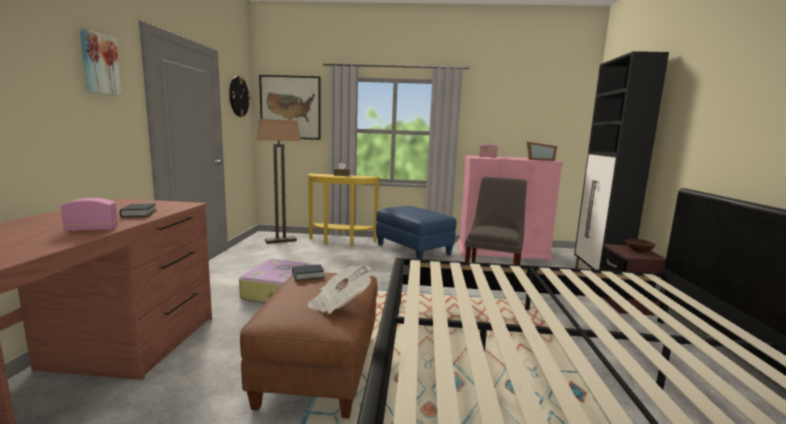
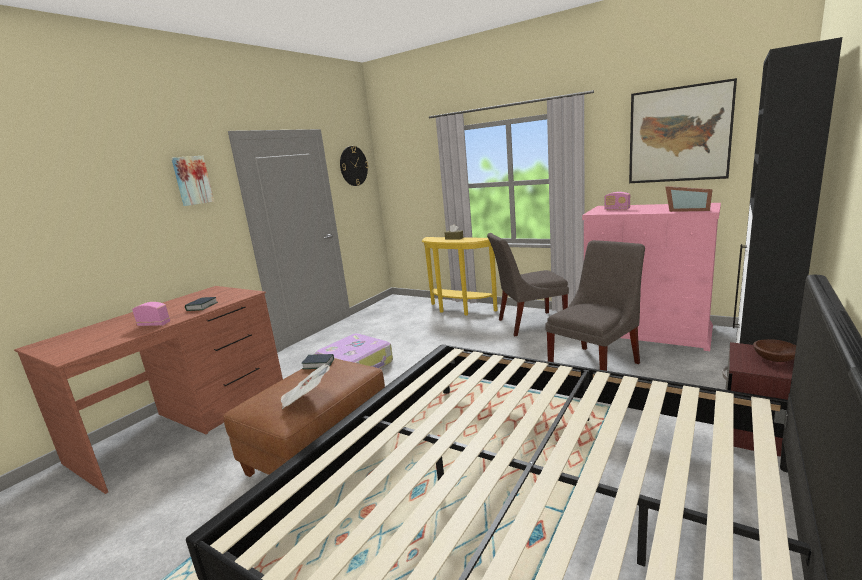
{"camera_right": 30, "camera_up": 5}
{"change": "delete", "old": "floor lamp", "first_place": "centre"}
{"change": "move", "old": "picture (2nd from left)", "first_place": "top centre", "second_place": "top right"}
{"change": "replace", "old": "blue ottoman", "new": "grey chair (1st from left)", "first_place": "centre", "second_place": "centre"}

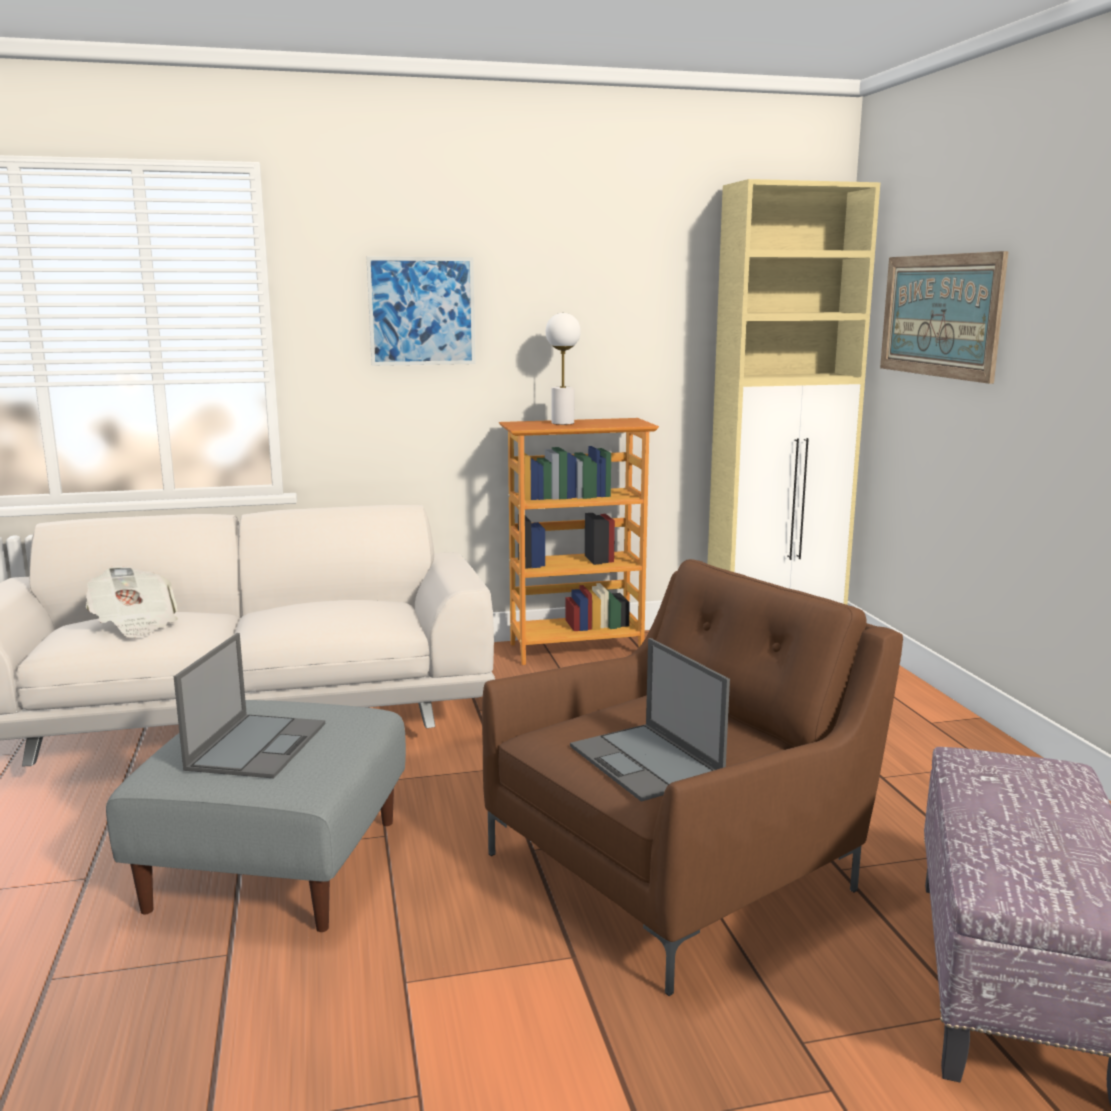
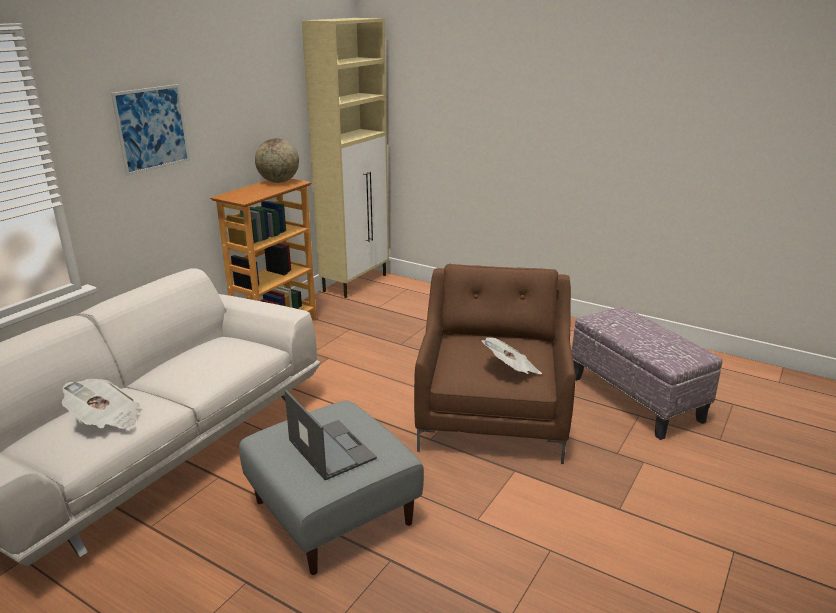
{"camera_right": -45, "camera_up": 10}
{"change": "delete", "old": "white table lamp", "first_place": "top centre"}
{"change": "replace", "old": "laptop (2nd from left)", "new": "newspaper (2nd from left)", "first_place": "centre", "second_place": "centre"}
{"change": "delete", "old": "picture (2nd from left)", "first_place": "top right"}
{"change": "insert", "new": "globe", "second_place": "top left"}

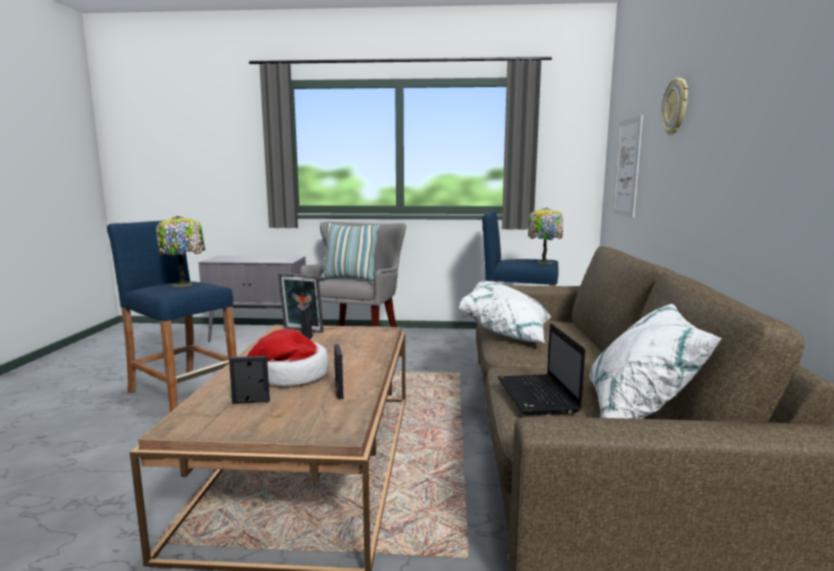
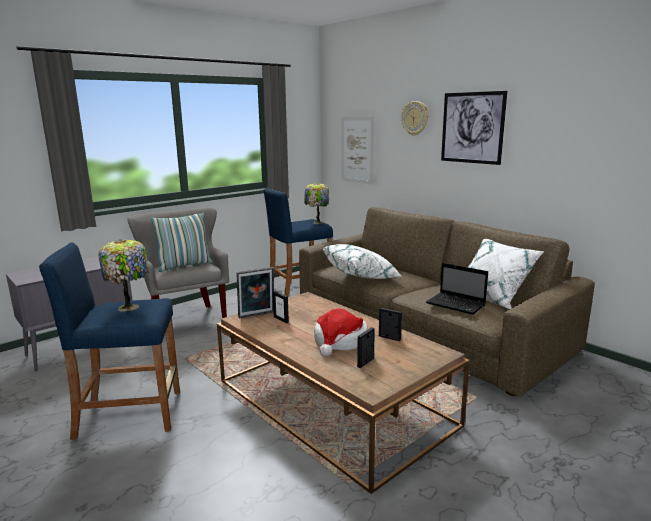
{"camera_right": -45, "camera_up": 5}
{"change": "insert", "new": "picture (2nd from left)", "second_place": "top right"}

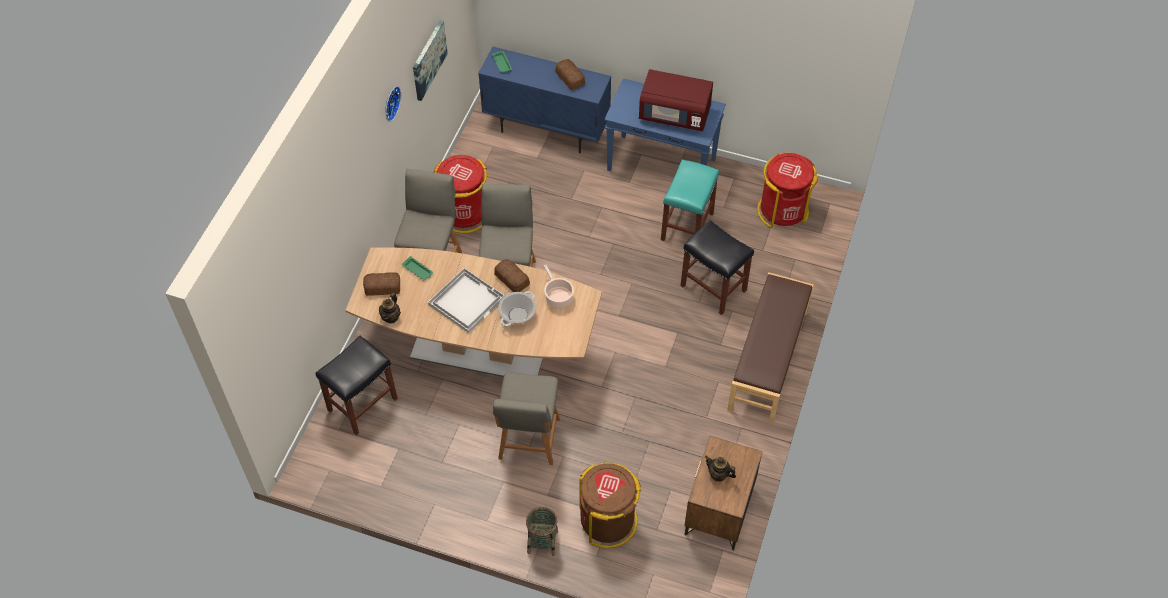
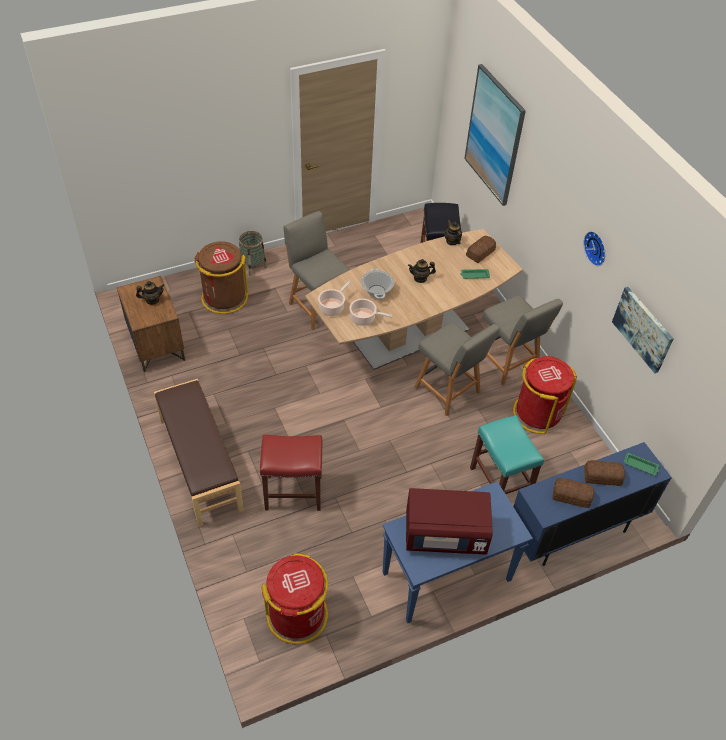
{"camera_right": 135, "camera_up": -5}
{"change": "replace", "old": "white tray", "new": "teapot (2nd from left)", "first_place": "centre", "second_place": "centre"}
{"change": "move", "old": "bread (2nd from left in the first image)", "new": "bread (3rd from left)", "first_place": "centre", "second_place": "middle right"}
{"change": "rotate", "old": "red microwave", "first_place": "top centre", "second_place": "bottom centre", "degrees": -150}
{"change": "move", "old": "turquoise stool", "first_place": "centre", "second_place": "middle right"}
{"change": "recolor", "old": "black stool (2nd from left)", "new": "red stool", "first_place": "centre", "second_place": "centre"}
{"change": "insert", "new": "cooking pot (1st from left)", "second_place": "centre"}
{"change": "insert", "new": "picture (1st from left)", "second_place": "top right"}

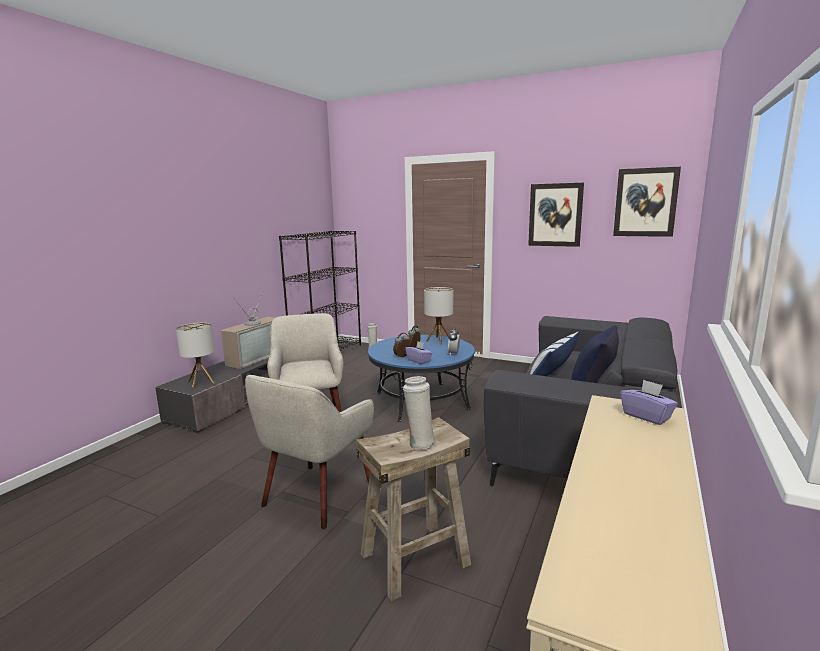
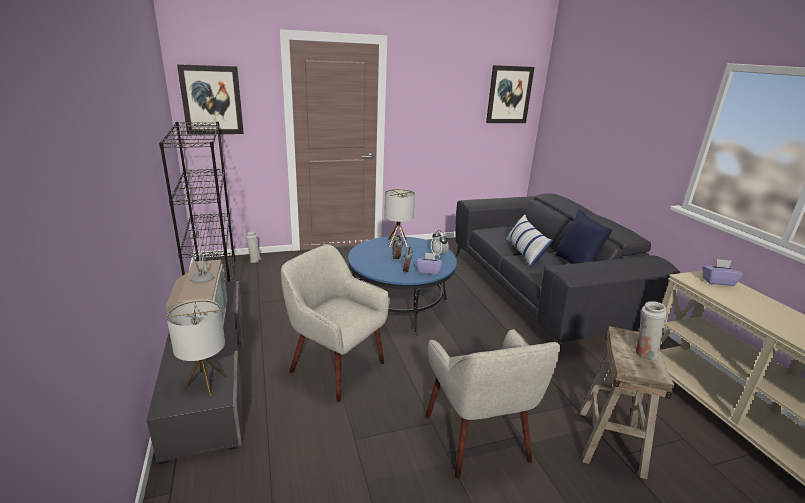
{"camera_right": -45, "camera_up": 10}
{"change": "move", "old": "picture (1st from left)", "first_place": "top right", "second_place": "top left"}

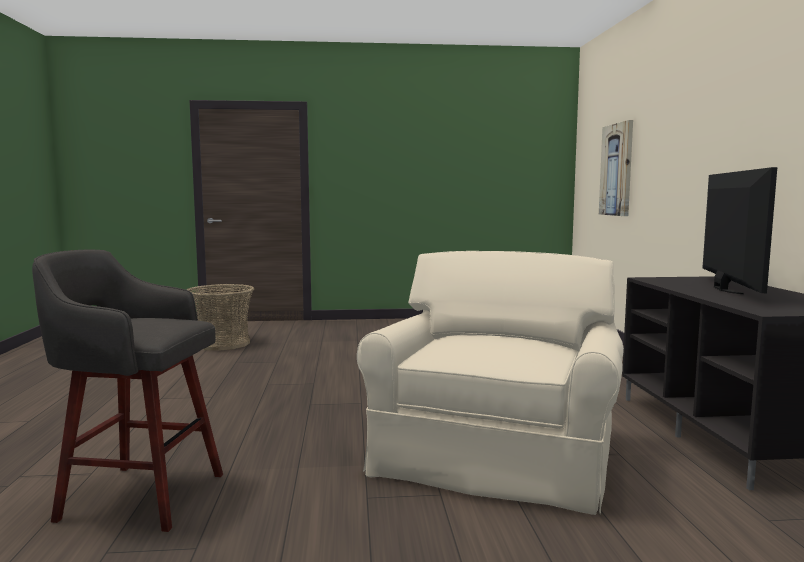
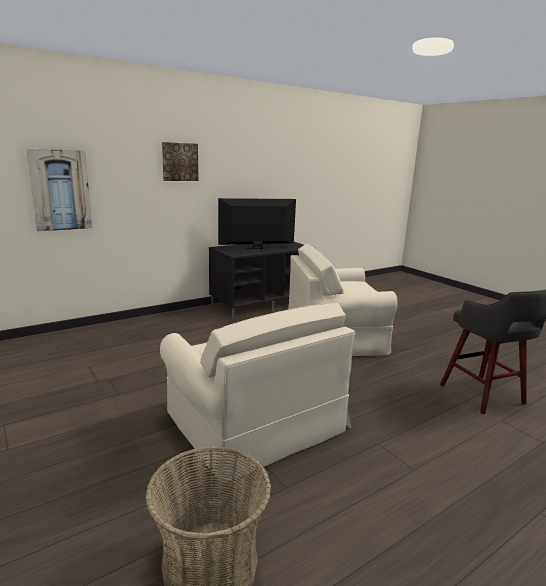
{"camera_right": -120, "camera_up": 10}
{"change": "insert", "new": "beige armchair (1st from left)", "second_place": "bottom centre"}
{"change": "insert", "new": "picture (2nd from left)", "second_place": "top left"}

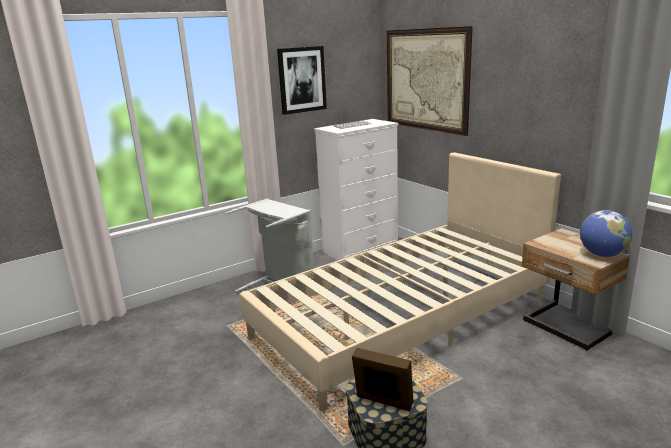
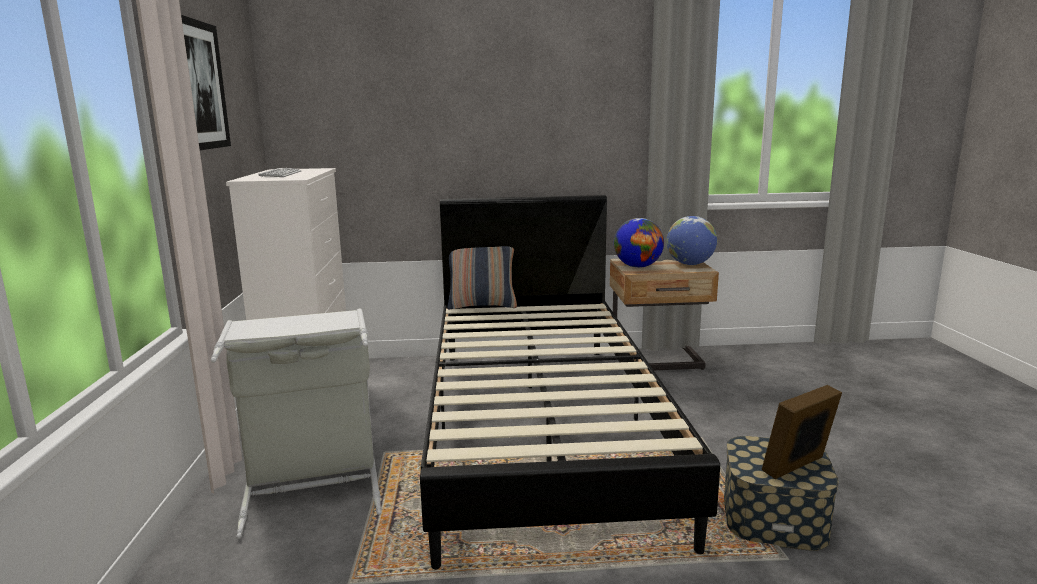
{"camera_right": -60, "camera_up": -5}
{"change": "recolor", "old": "beige bed", "new": "black bed", "first_place": "centre", "second_place": "centre"}
{"change": "delete", "old": "picture (2nd from left)", "first_place": "top centre"}
{"change": "insert", "new": "pillow", "second_place": "centre"}
{"change": "insert", "new": "globe (1st from left)", "second_place": "centre"}

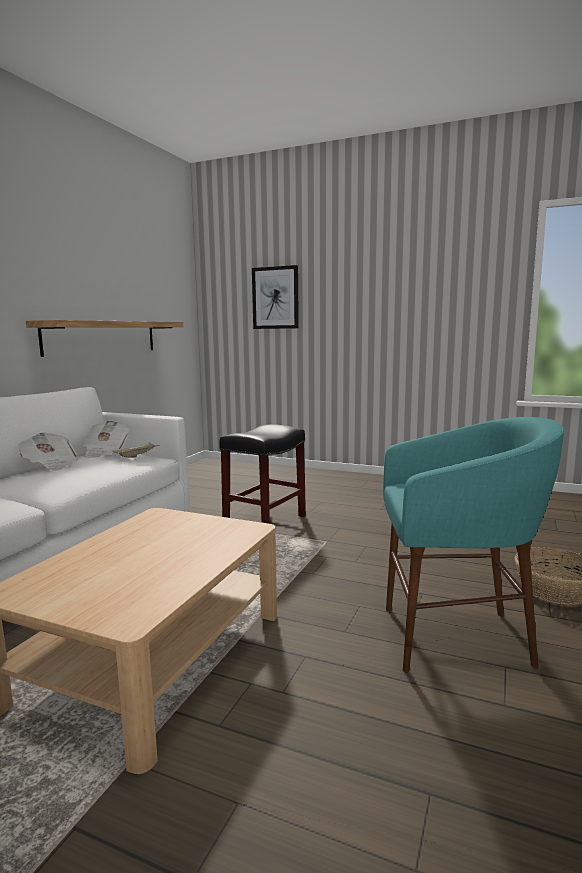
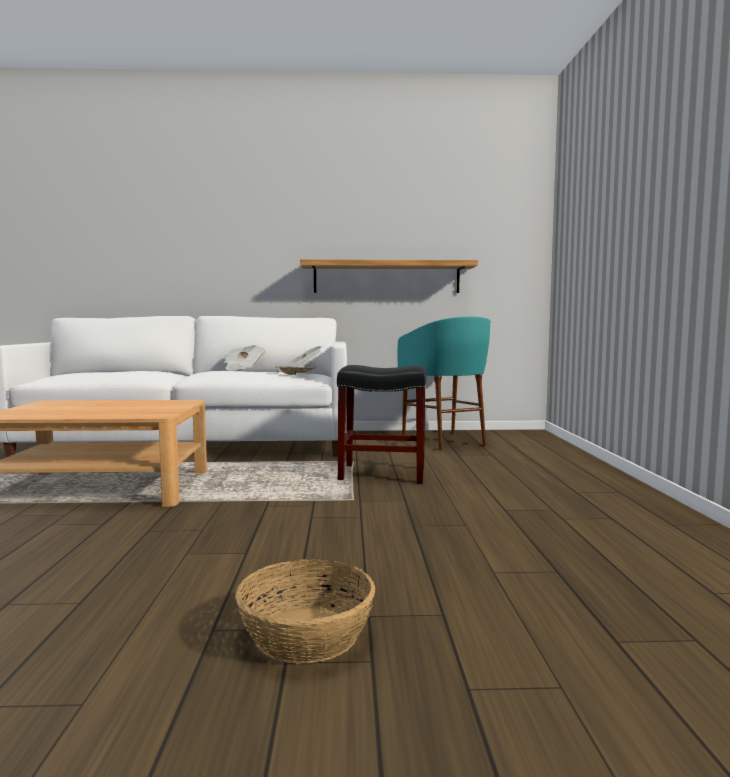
{"camera_right": 65, "camera_up": -5}
{"change": "delete", "old": "picture", "first_place": "centre"}
{"change": "move", "old": "turquoise stool", "first_place": "middle right", "second_place": "centre"}

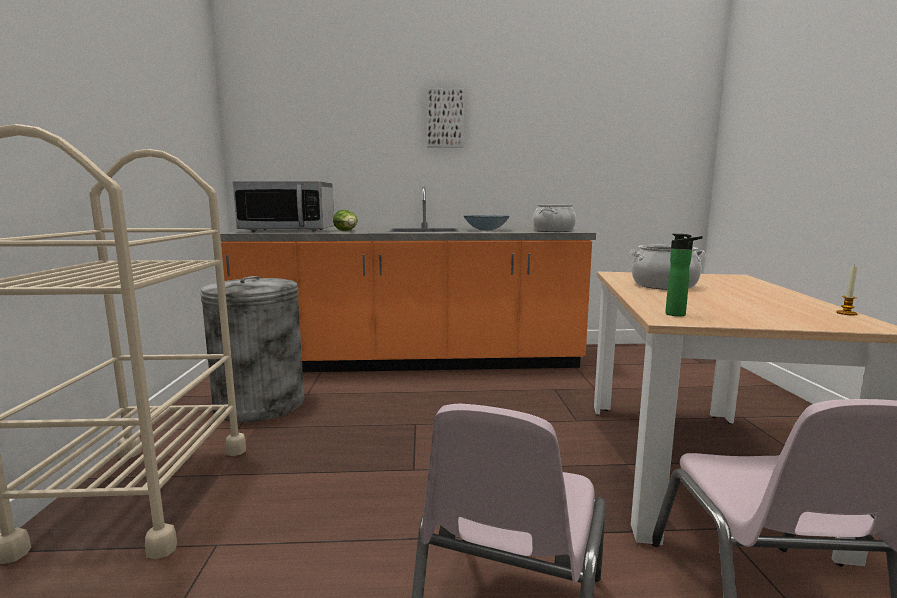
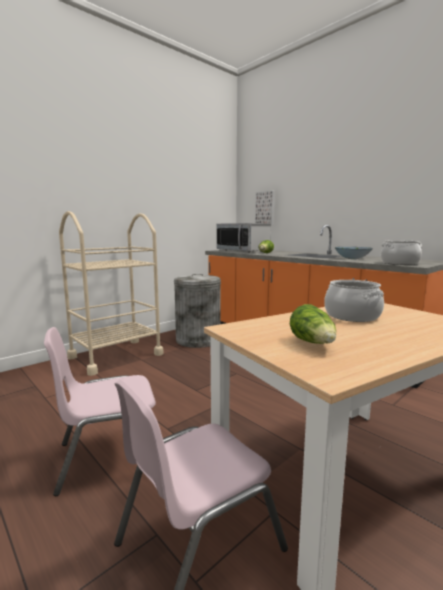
{"camera_right": 50, "camera_up": 0}
{"change": "move", "old": "picture", "first_place": "top centre", "second_place": "centre"}
{"change": "delete", "old": "bottle", "first_place": "middle right"}
{"change": "delete", "old": "candle", "first_place": "middle right"}
{"change": "insert", "new": "lettuce (2nd from left)", "second_place": "middle right"}

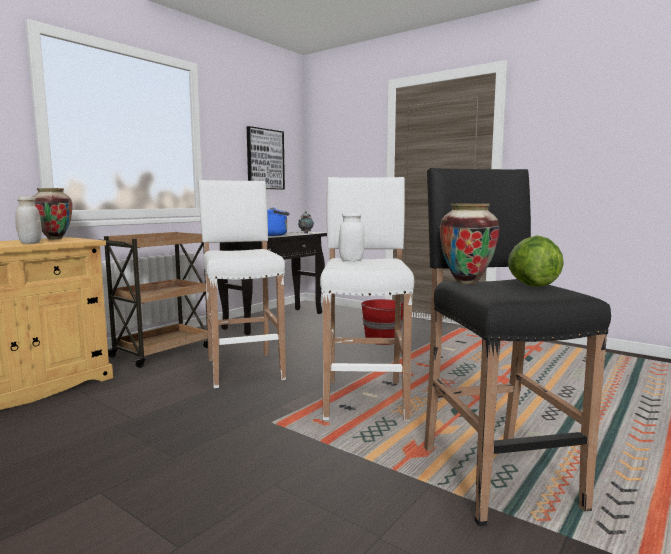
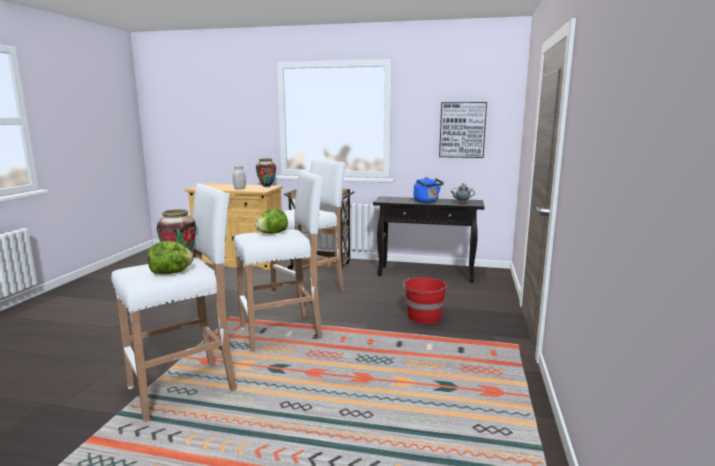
{"camera_right": 65, "camera_up": 5}
{"change": "replace", "old": "white jar (2nd from left)", "new": "lettuce (2nd from left)", "first_place": "centre", "second_place": "centre"}
{"change": "recolor", "old": "black stool", "new": "white stool (1st from left)", "first_place": "middle right", "second_place": "middle left"}

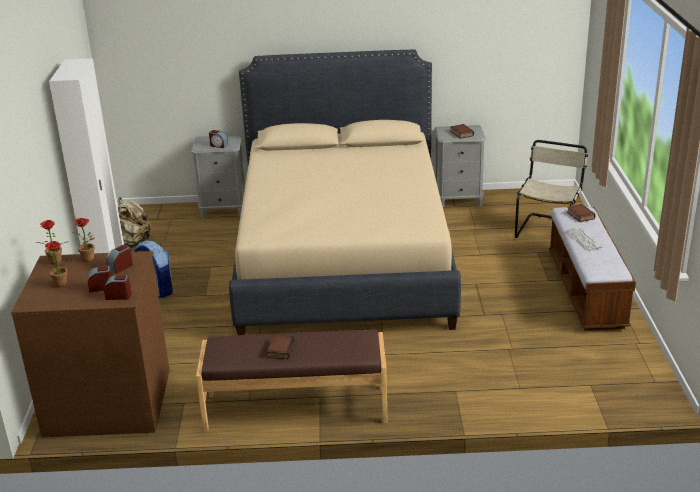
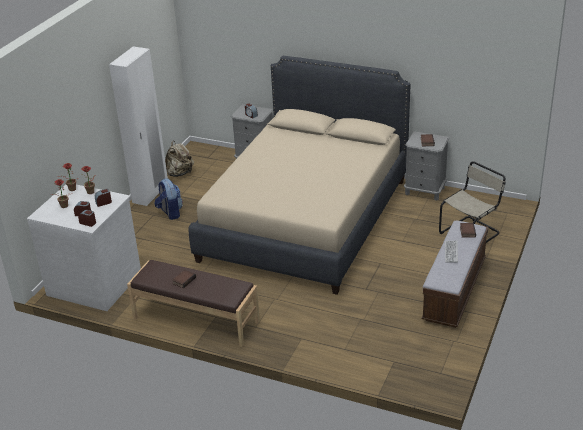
{"camera_right": 25, "camera_up": 5}
{"change": "recolor", "old": "brown dresser", "new": "white dresser", "first_place": "bottom left", "second_place": "middle left"}

